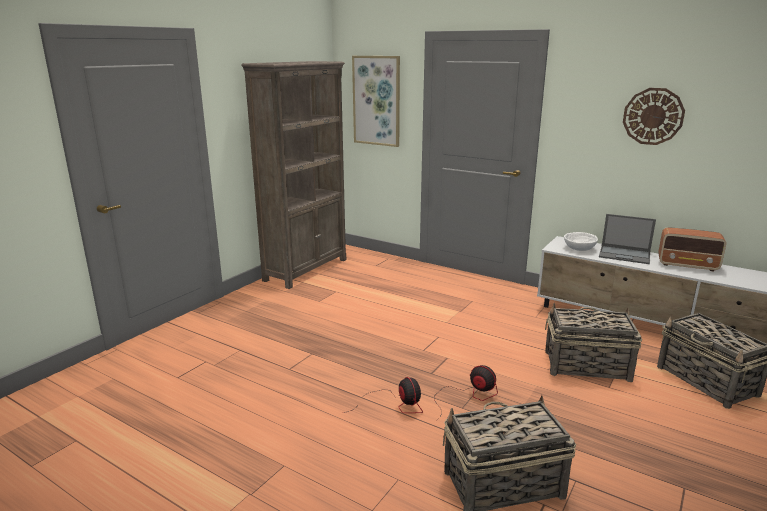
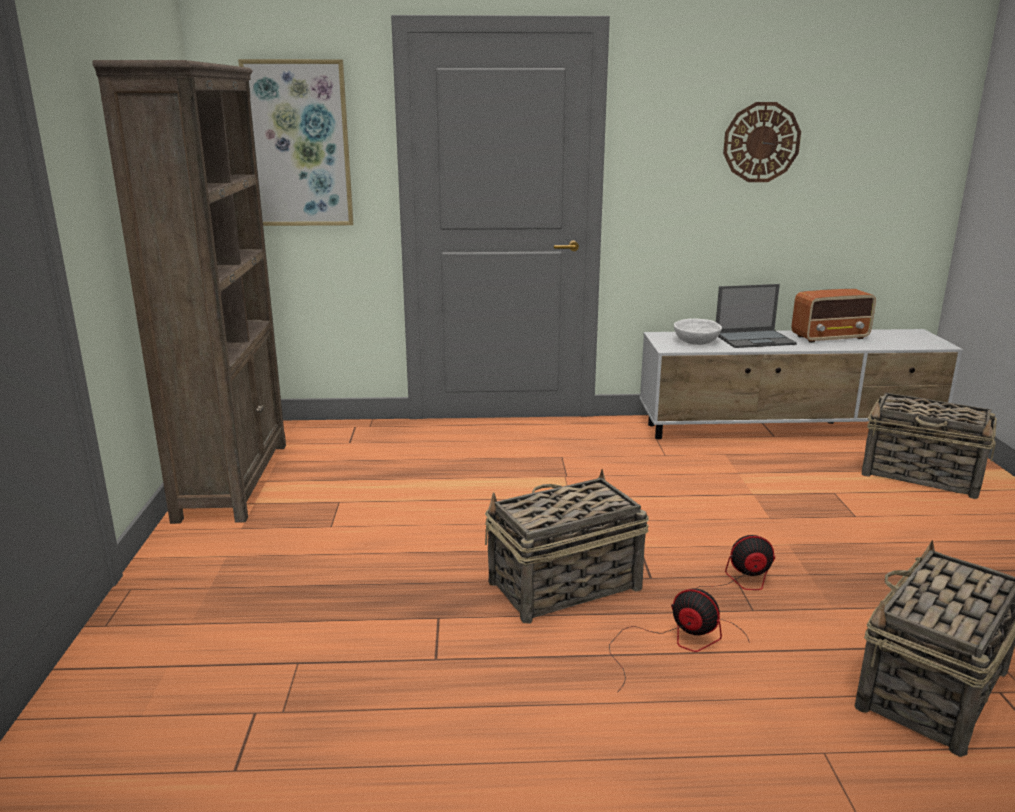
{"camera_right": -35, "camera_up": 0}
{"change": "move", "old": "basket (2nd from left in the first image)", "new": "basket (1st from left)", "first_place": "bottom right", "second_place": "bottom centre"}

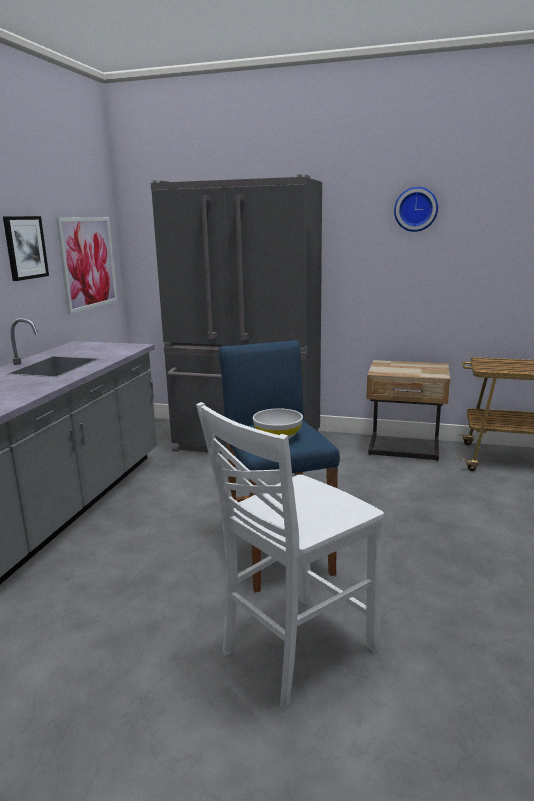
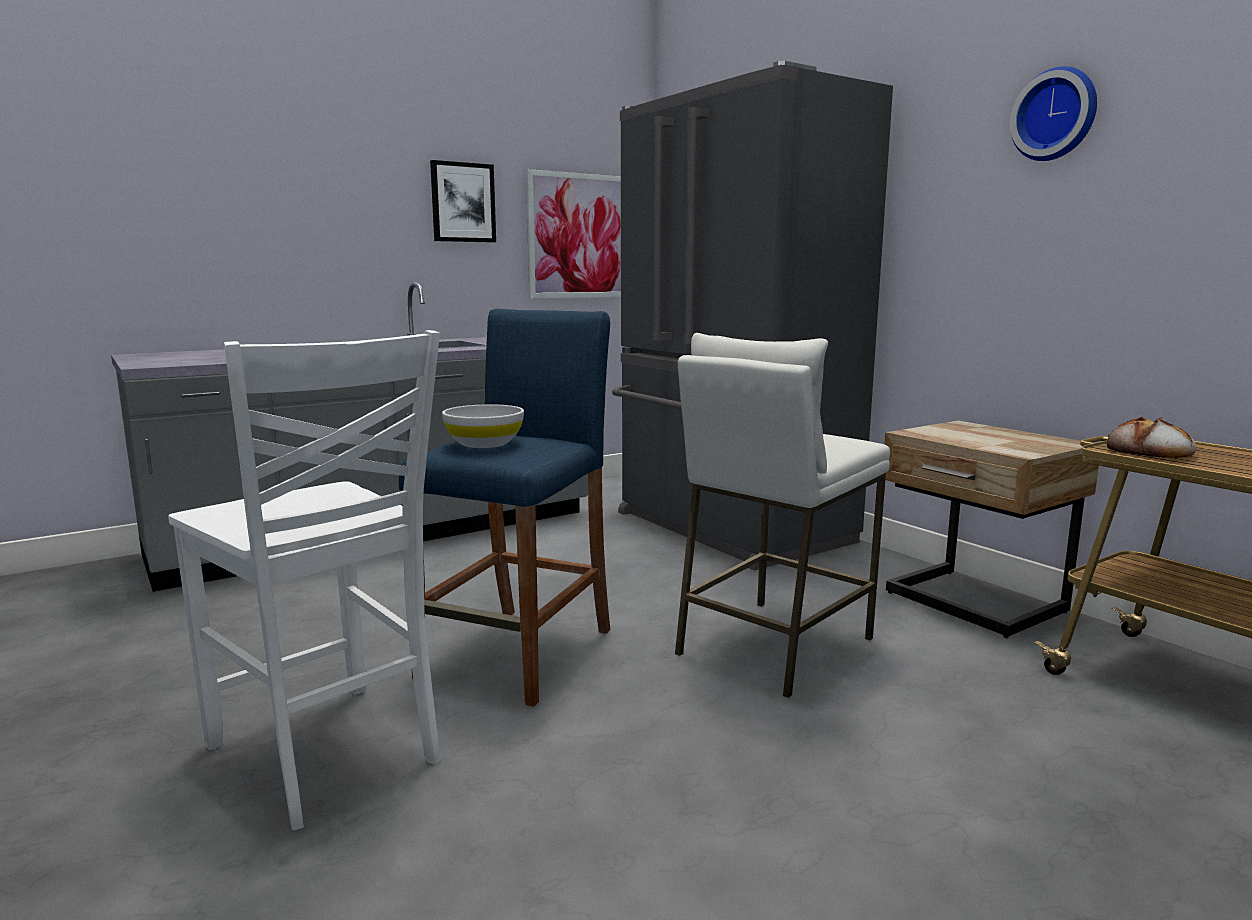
{"camera_right": 40, "camera_up": -5}
{"change": "rotate", "old": "white chair", "first_place": "bottom centre", "second_place": "middle left", "degrees": -135}
{"change": "insert", "new": "white stool", "second_place": "centre"}
{"change": "insert", "new": "bread", "second_place": "middle right"}

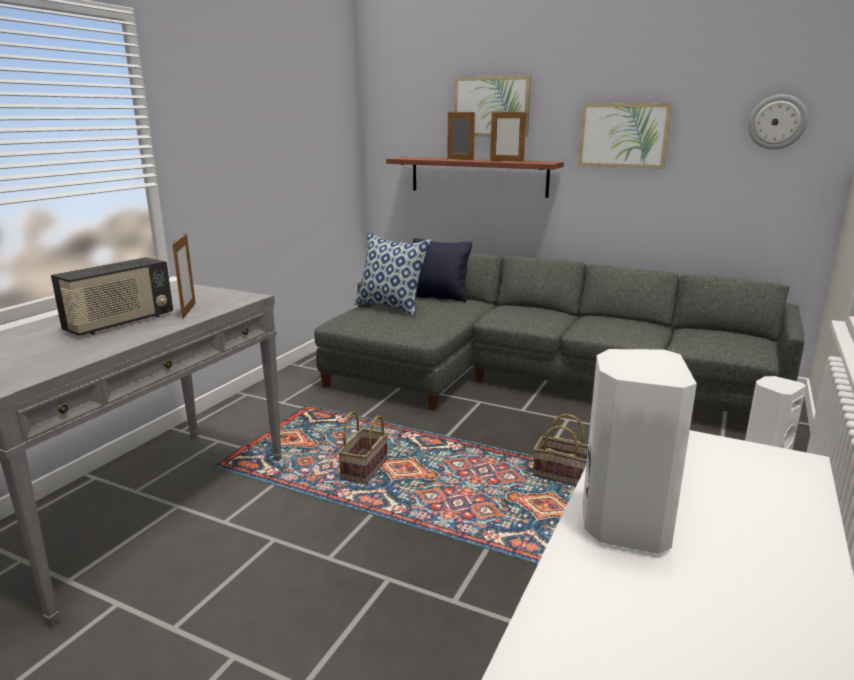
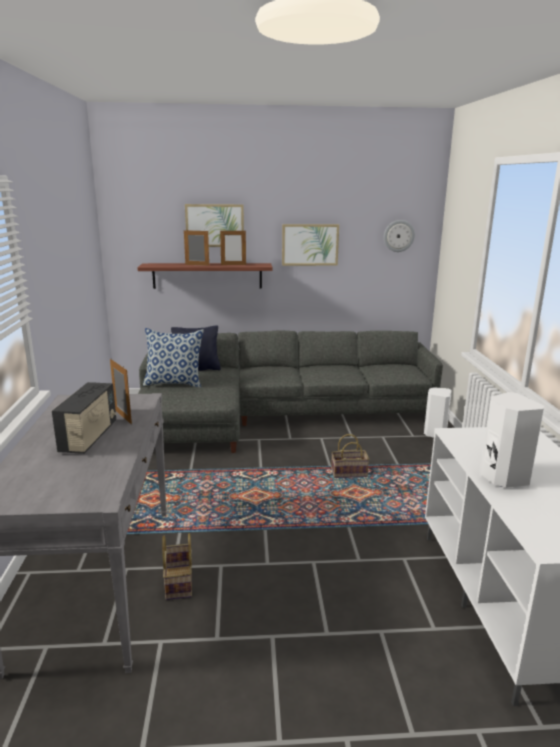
{"camera_right": -30, "camera_up": 0}
{"change": "move", "old": "basket (1st from left)", "first_place": "centre", "second_place": "bottom left"}

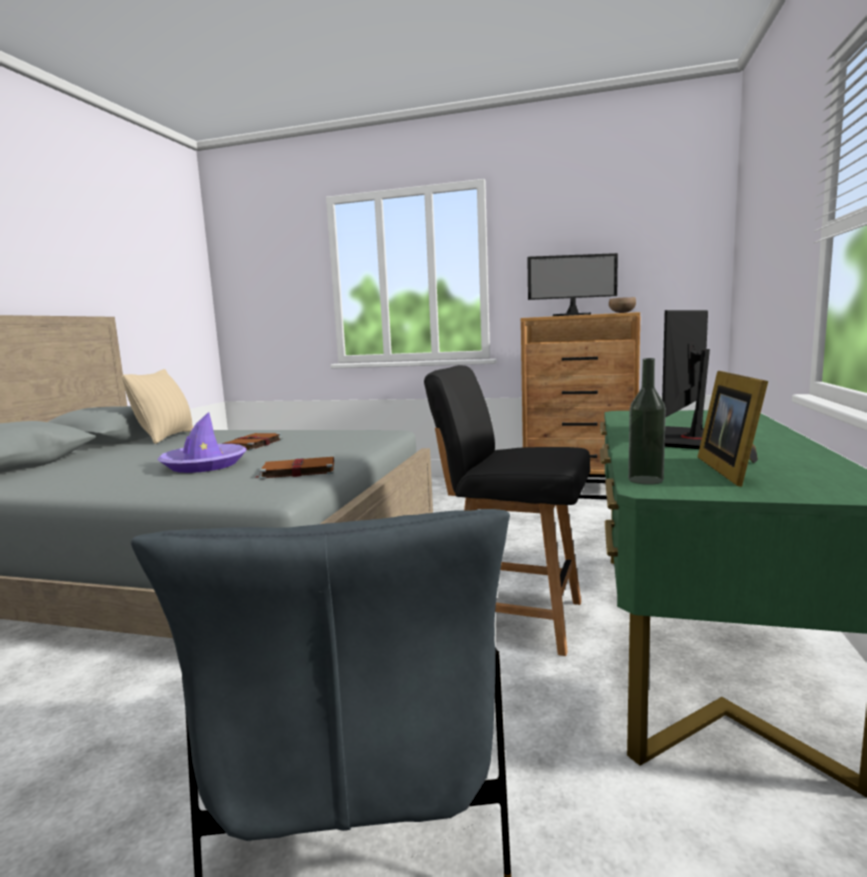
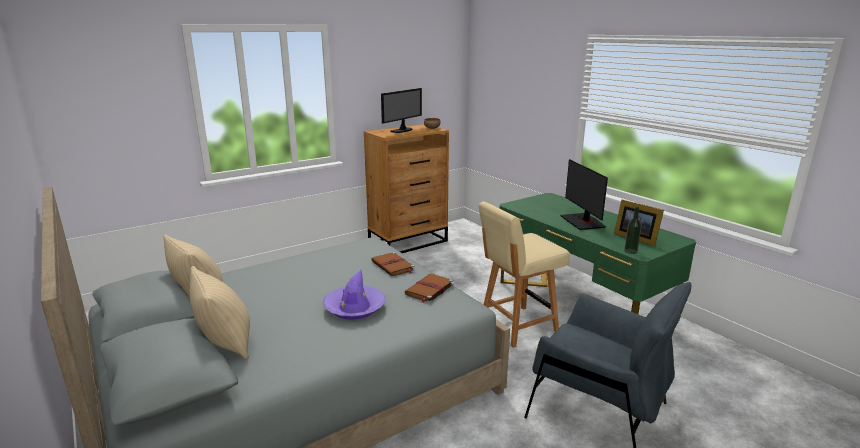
{"camera_right": -50, "camera_up": 10}
{"change": "move", "old": "brown book (1st from left)", "first_place": "middle left", "second_place": "centre"}
{"change": "recolor", "old": "black chair", "new": "beige chair", "first_place": "centre", "second_place": "centre"}
{"change": "insert", "new": "beige pillow (2nd from left)", "second_place": "bottom left"}

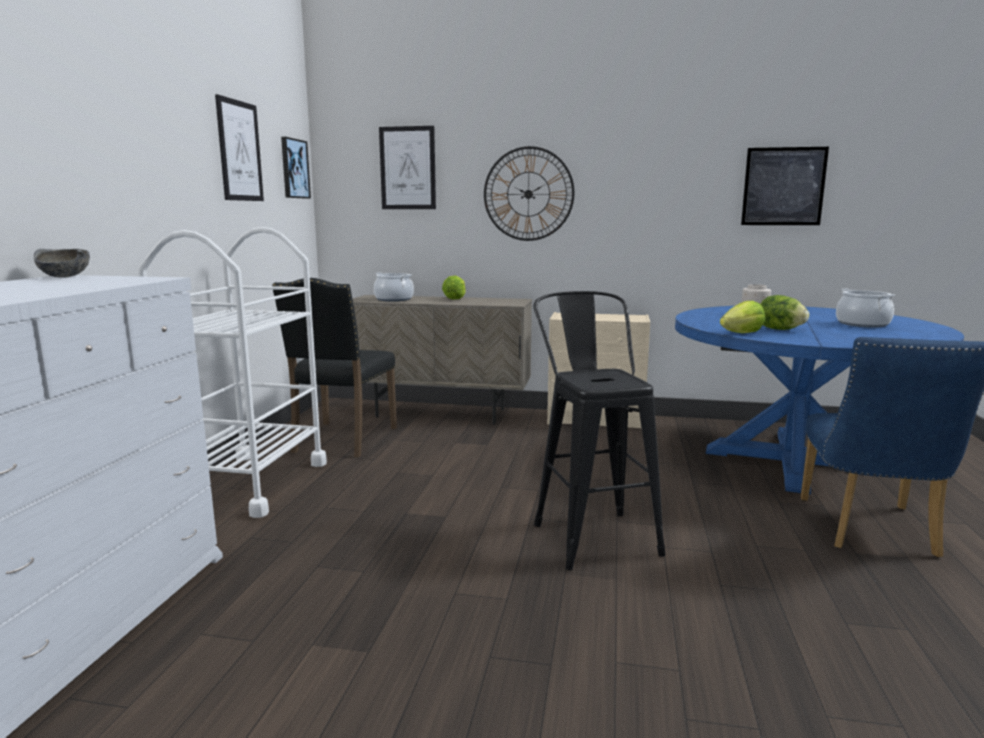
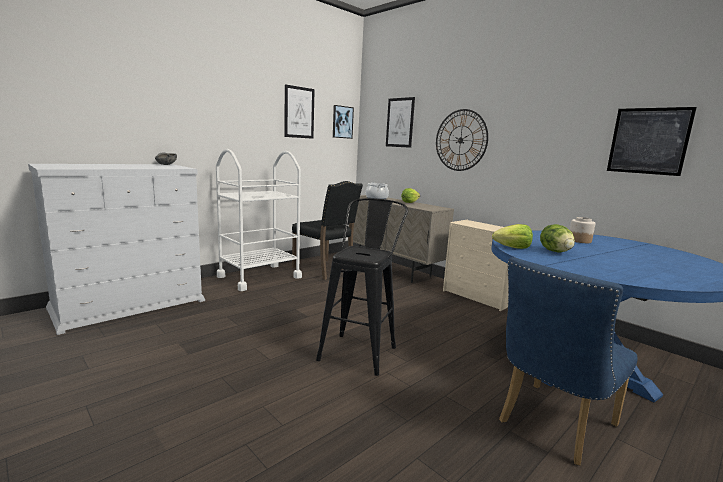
{"camera_right": 35, "camera_up": 0}
{"change": "rotate", "old": "black chair", "first_place": "centre", "second_place": "centre", "degrees": -90}
{"change": "delete", "old": "cooking pot (2nd from left)", "first_place": "middle right"}

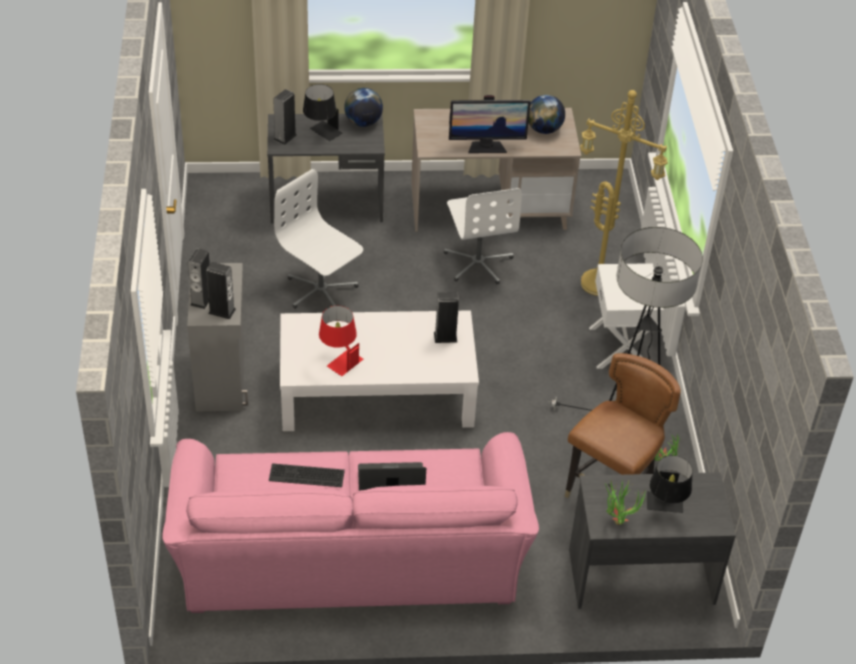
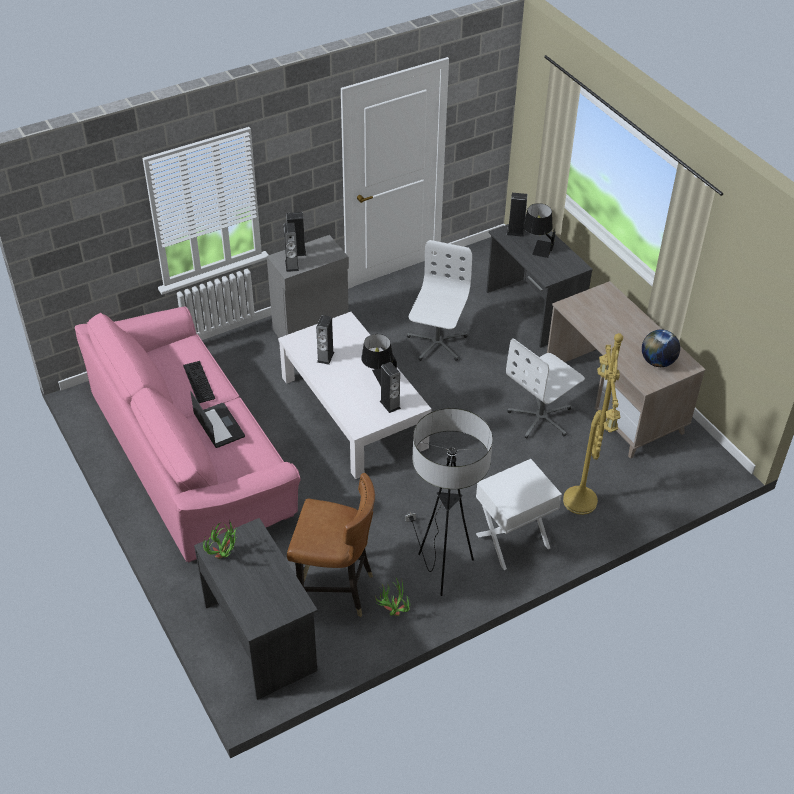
{"camera_right": 65, "camera_up": 0}
{"change": "replace", "old": "red table lamp", "new": "speaker (3rd from left)", "first_place": "centre", "second_place": "centre"}
{"change": "delete", "old": "globe (1st from left)", "first_place": "top centre"}
{"change": "delete", "old": "monitor", "first_place": "top centre"}
{"change": "move", "old": "black table lamp (2nd from left in the first image)", "new": "black table lamp (1st from left)", "first_place": "bottom right", "second_place": "centre"}

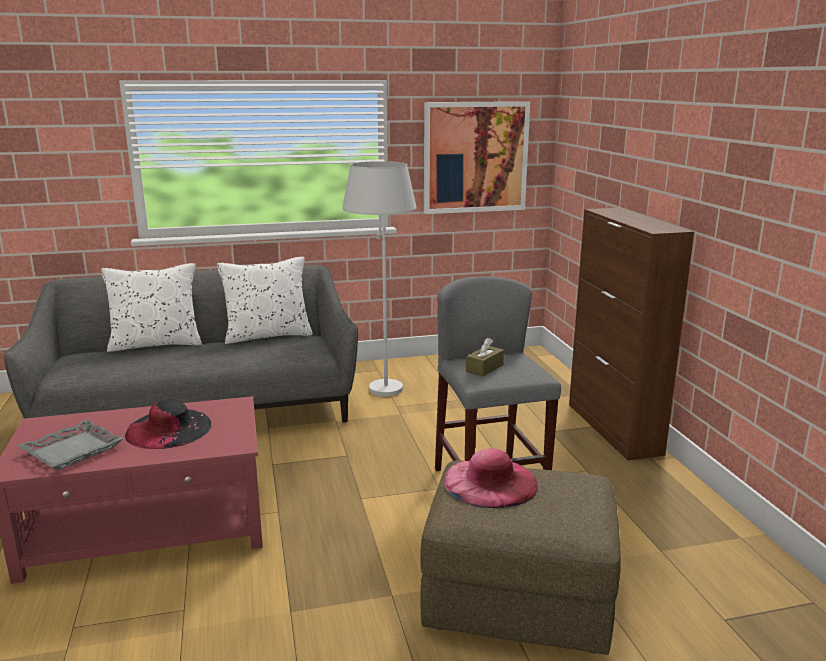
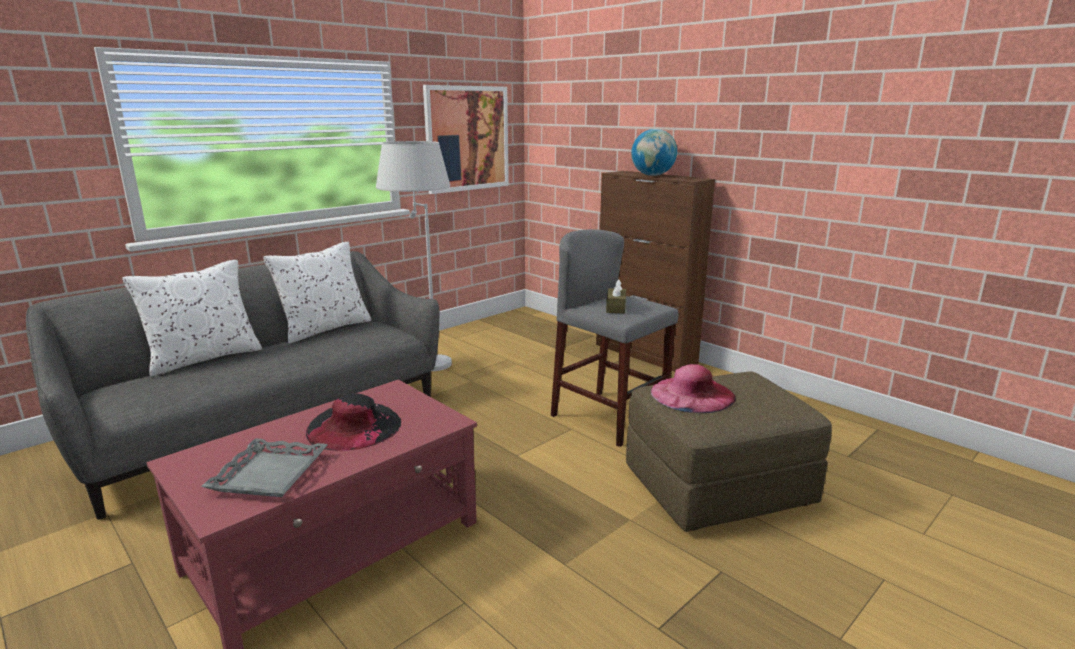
{"camera_right": -30, "camera_up": 0}
{"change": "insert", "new": "globe", "second_place": "top centre"}

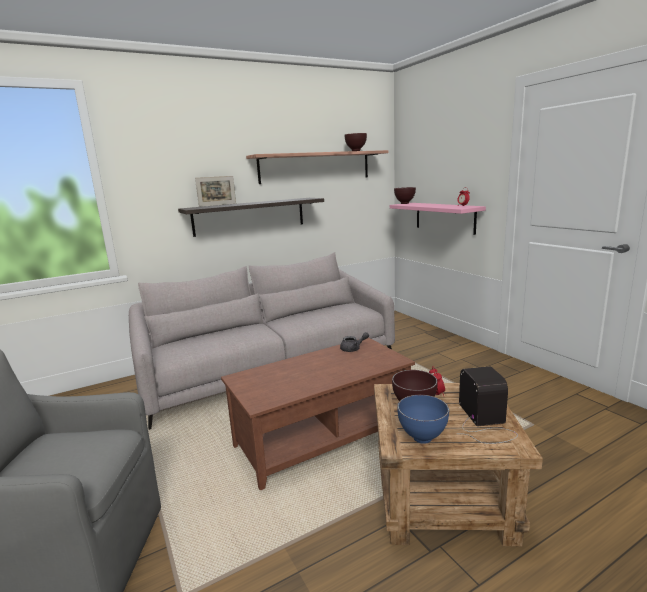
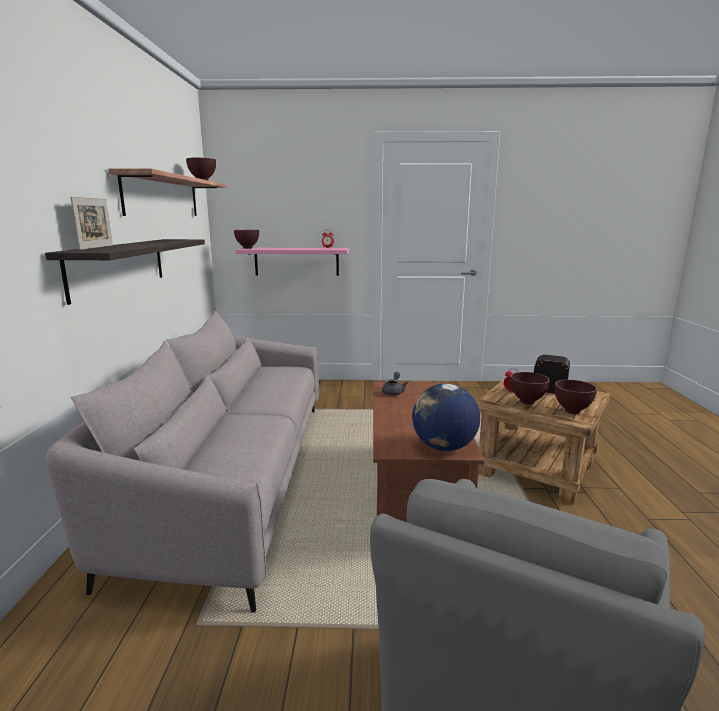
{"camera_right": -60, "camera_up": 0}
{"change": "recolor", "old": "blue bowl", "new": "brown bowl (4th from left)", "first_place": "bottom centre", "second_place": "middle right"}
{"change": "insert", "new": "globe", "second_place": "centre"}

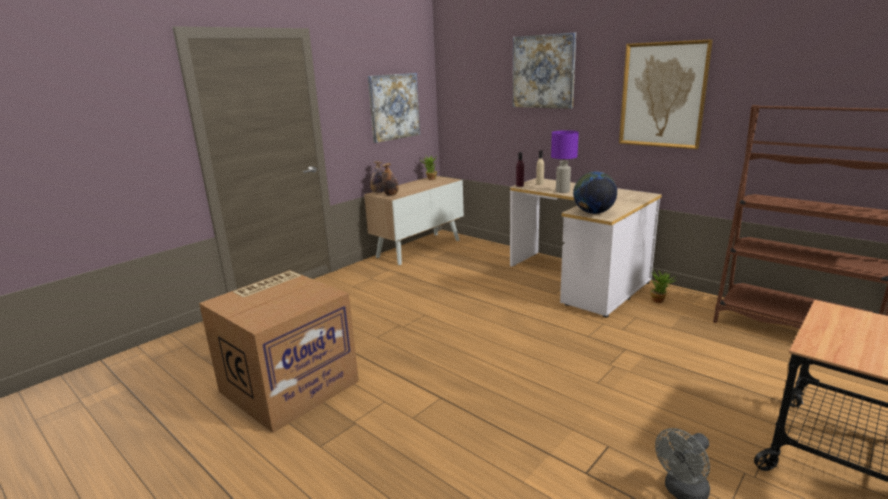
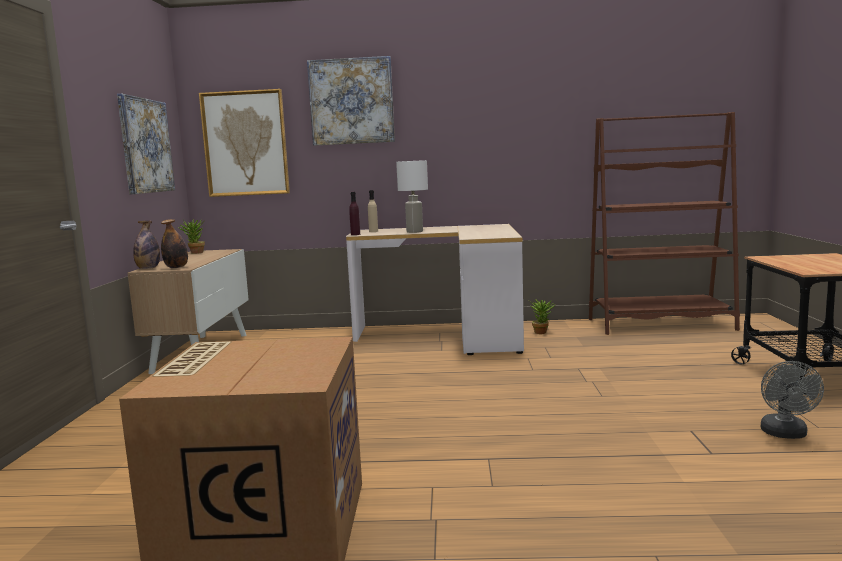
{"camera_right": -40, "camera_up": -10}
{"change": "recolor", "old": "purple table lamp", "new": "white table lamp", "first_place": "top centre", "second_place": "centre"}
{"change": "delete", "old": "globe", "first_place": "middle right"}
{"change": "move", "old": "picture (3rd from left in the first image)", "new": "picture (2nd from left)", "first_place": "top right", "second_place": "top left"}

